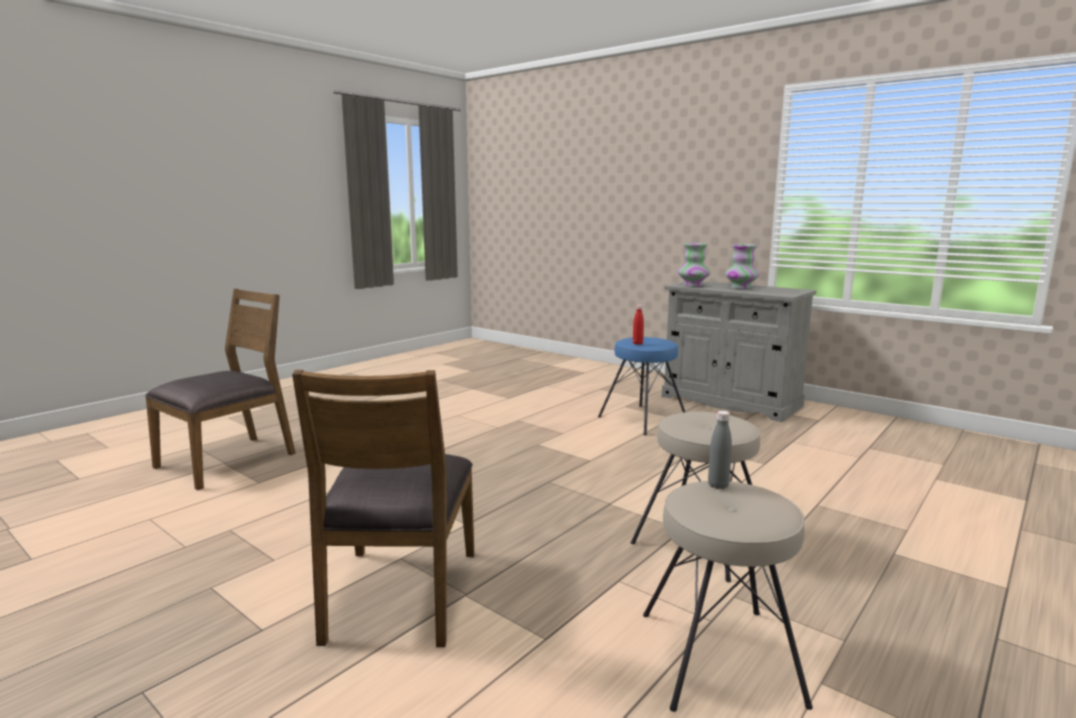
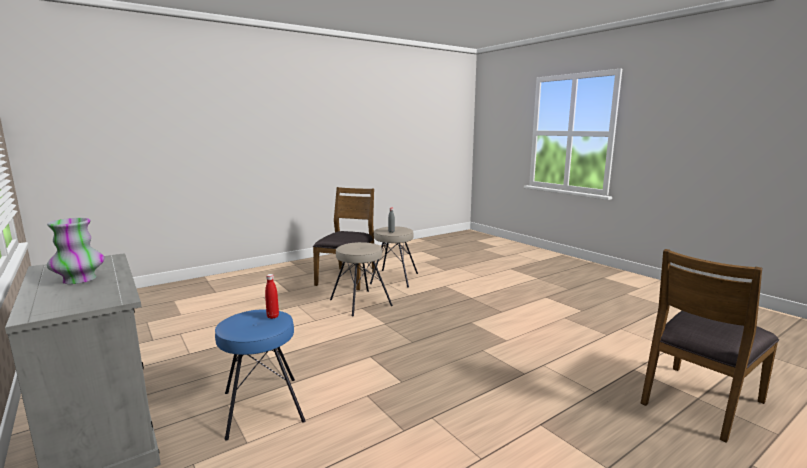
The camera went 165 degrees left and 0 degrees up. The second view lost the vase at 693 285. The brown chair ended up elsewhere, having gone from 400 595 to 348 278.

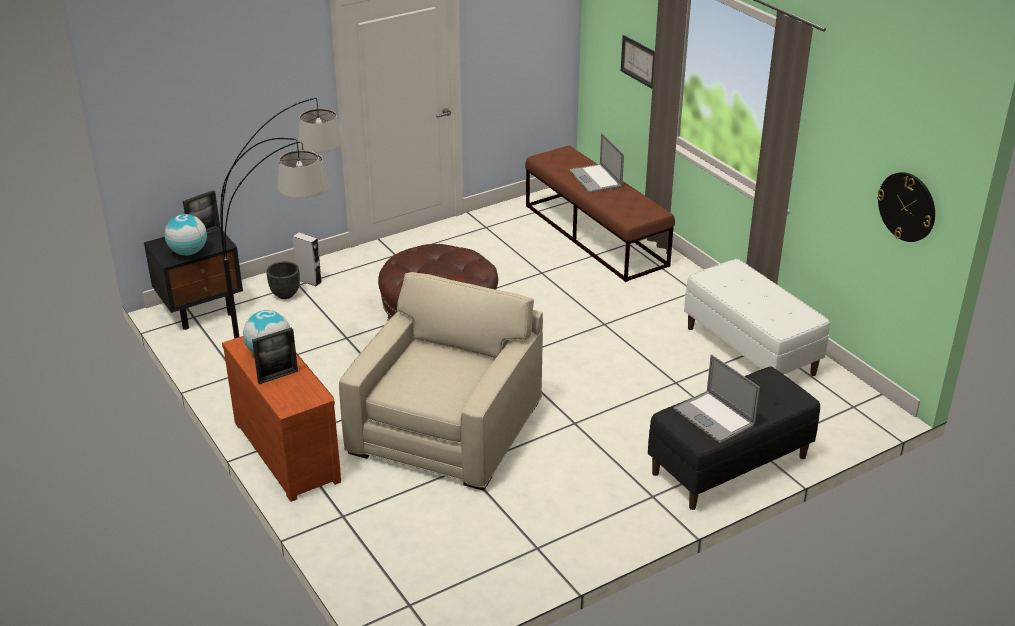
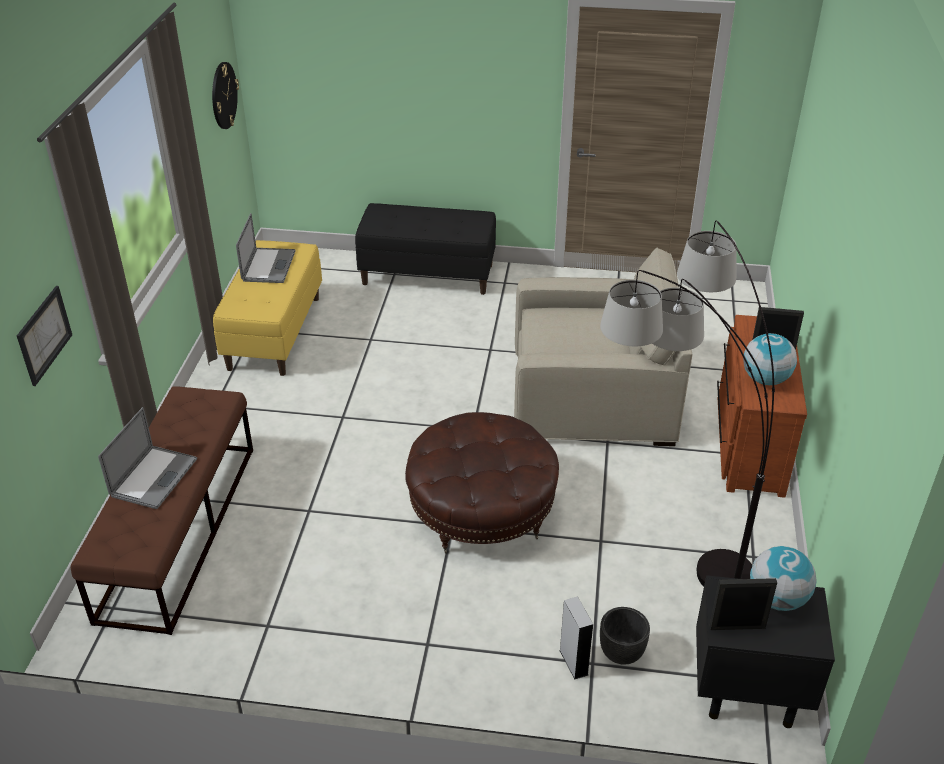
The camera went 140 degrees left and 5 degrees up. The laptop ended up elsewhere, having gone from 713 417 to 268 266. What was the white bench at 751 350 turned into the yellow bench at 274 332. The beige armchair at 446 427 ended up facing another way, 150 degrees counterclockwise from before.

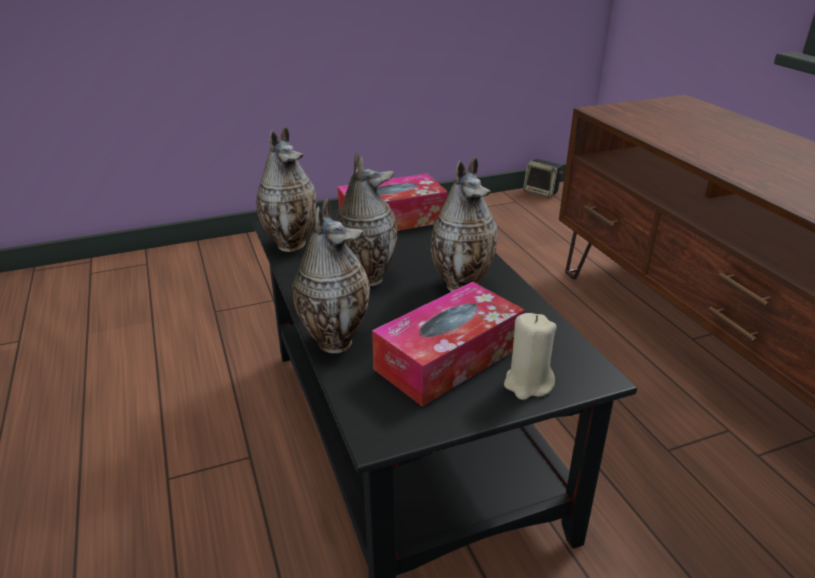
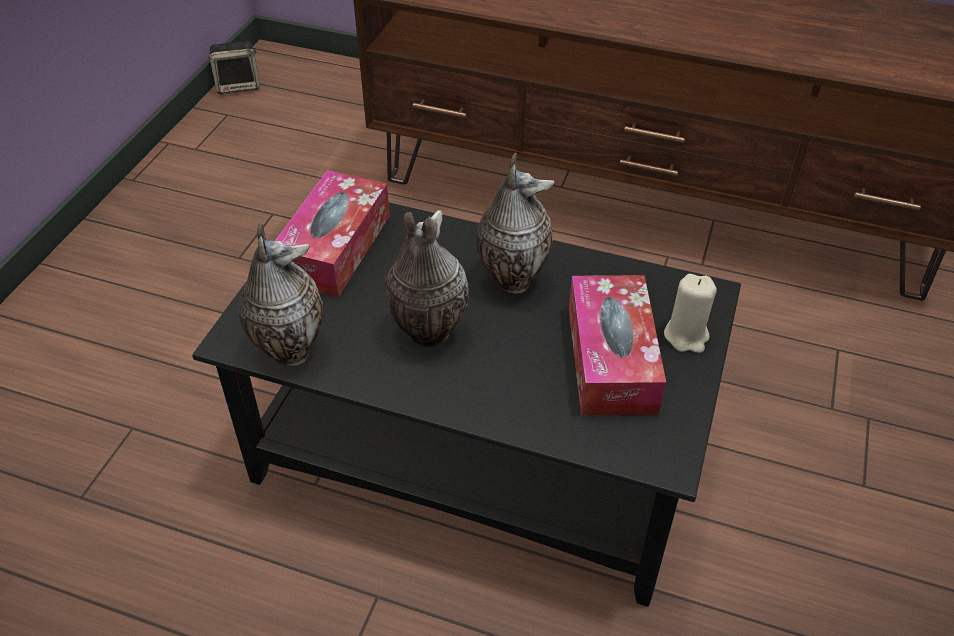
The camera went 50 degrees left and 15 degrees up. The second view lost the vase at 334 340.

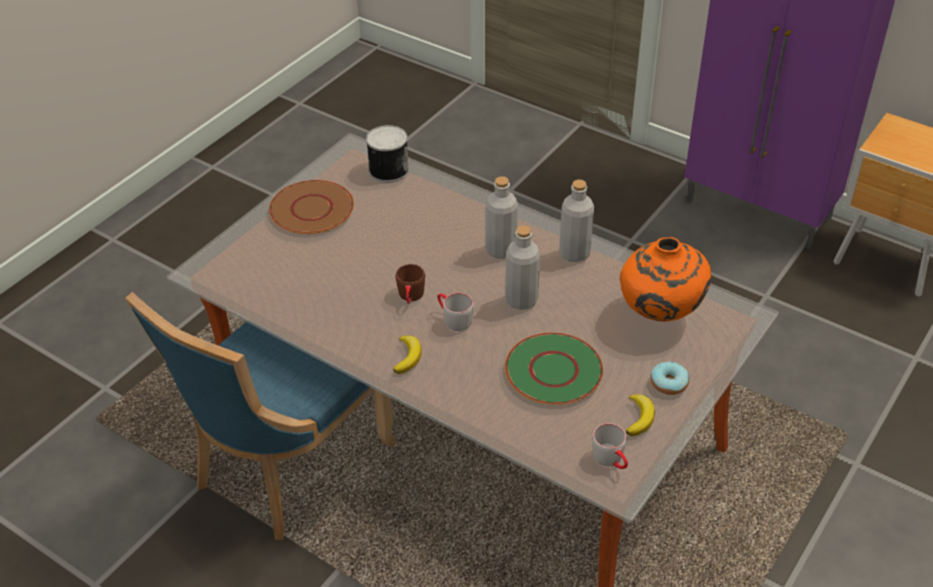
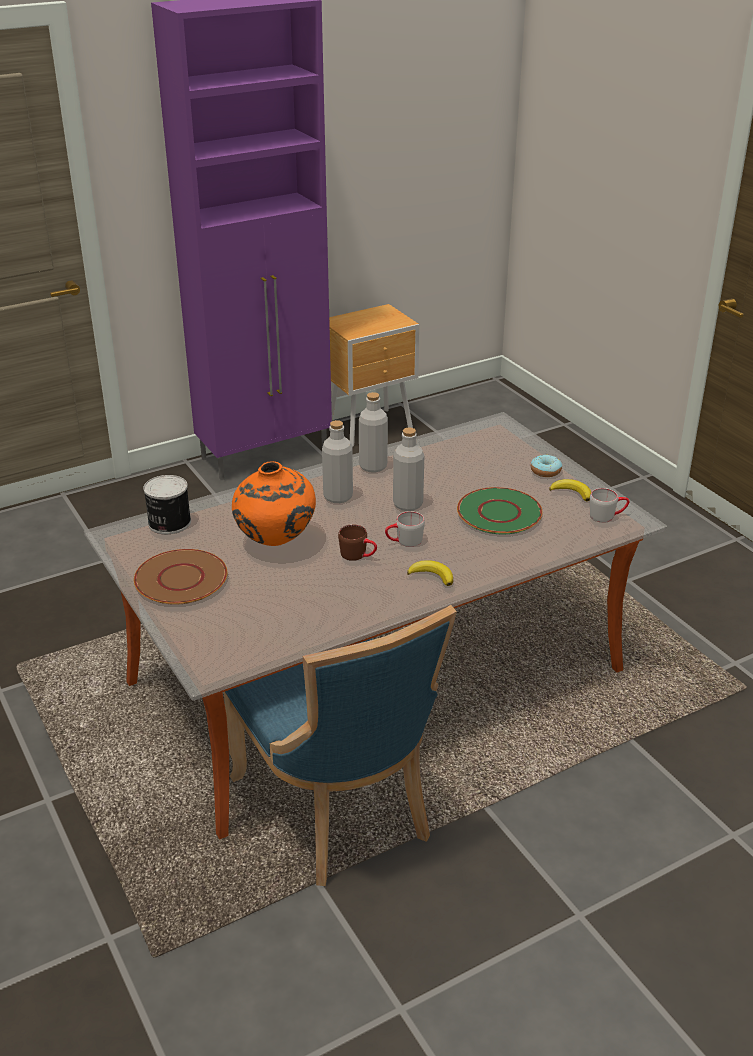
The camera went 65 degrees left and 10 degrees down. The orange vase ended up elsewhere, having gone from 659 315 to 276 543.

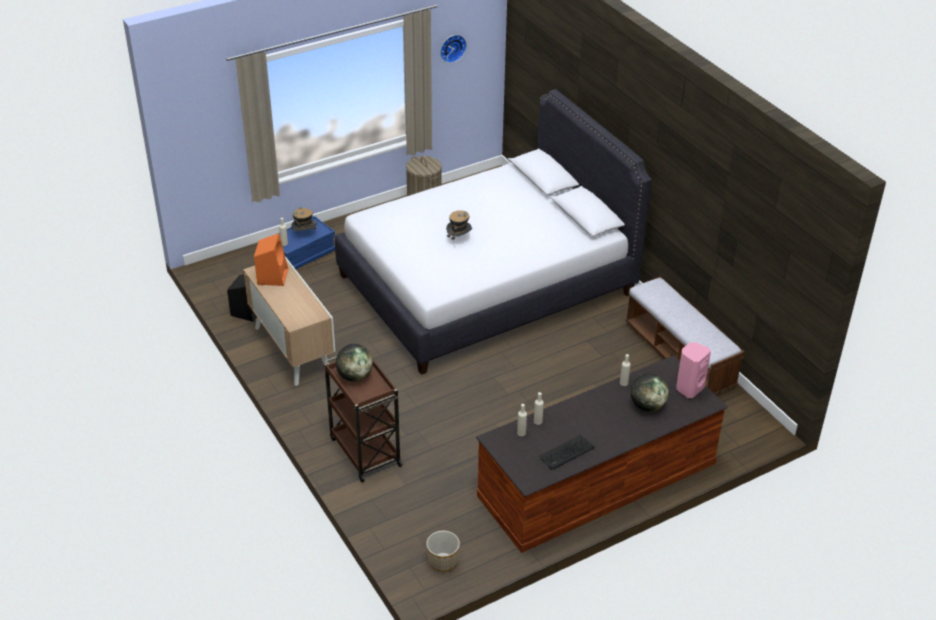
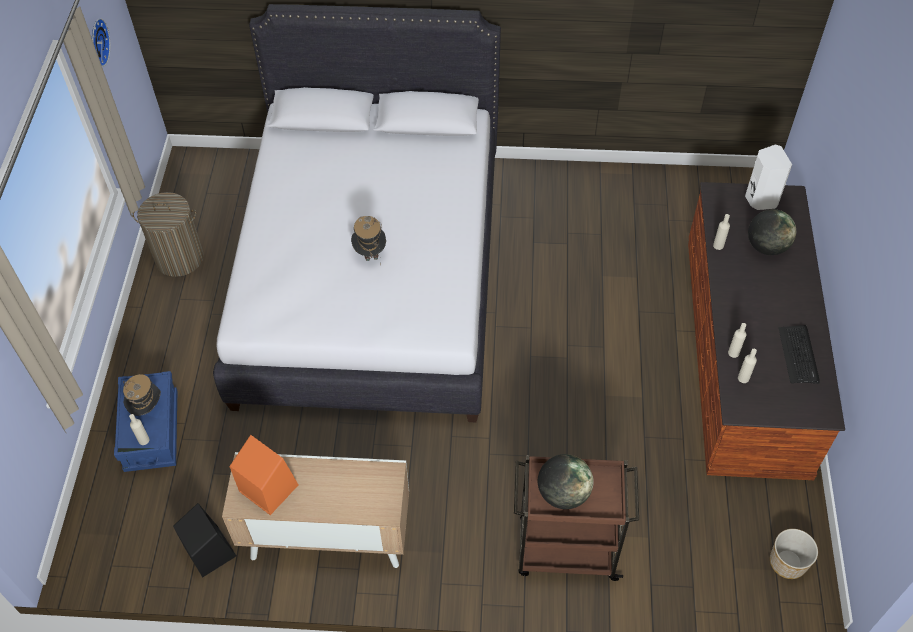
The camera went 55 degrees left and 15 degrees up. The second view lost the bench at 679 356. What was the pink speaker at 689 388 turned into the white speaker at 760 199.

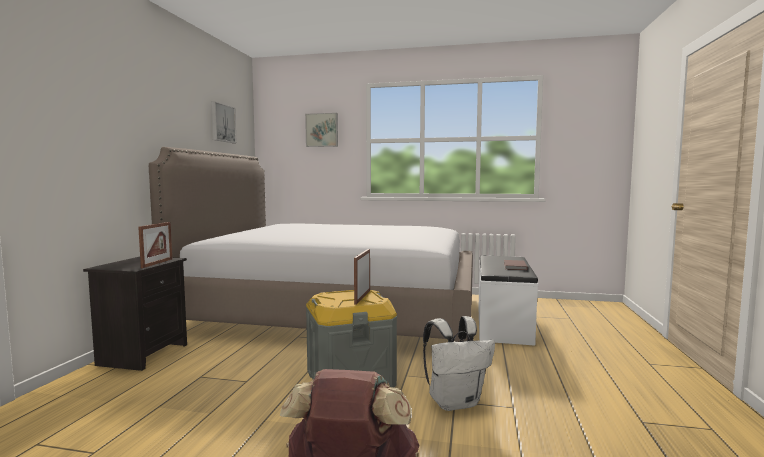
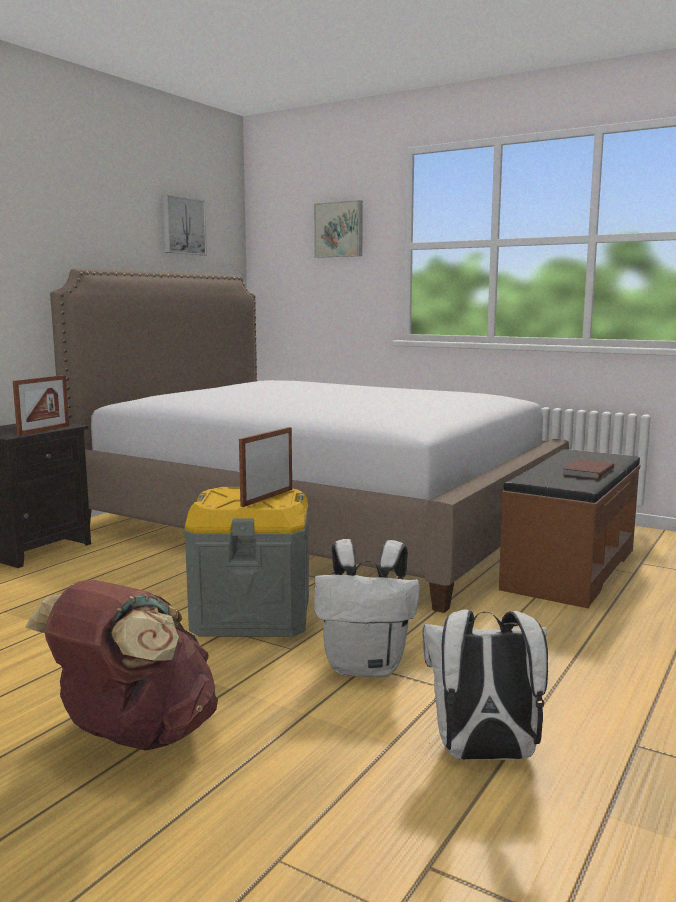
The camera went 20 degrees right and 5 degrees up. The second view gained the white backpack at 484 755. What was the white bench at 502 324 turned into the brown bench at 569 568.

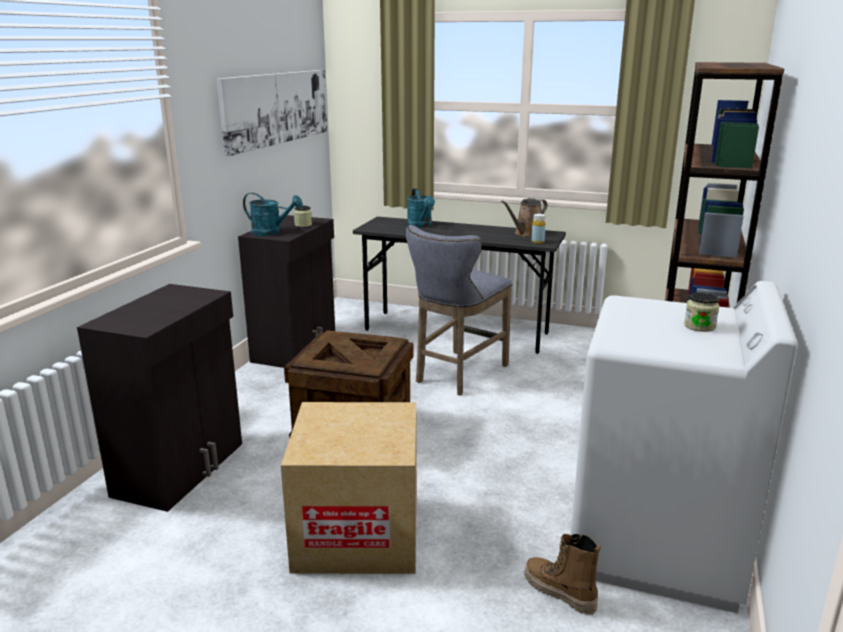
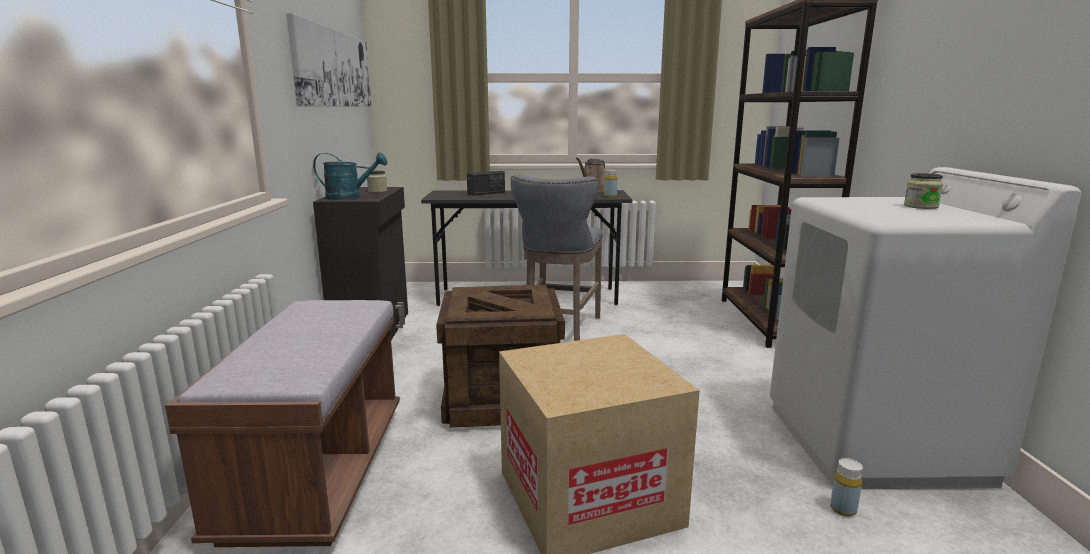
The camera went 20 degrees left and 5 degrees down. Where the black cabinet stood at 182 469, the brown bench came to stand at 317 472. Where the turquoise watering can stood at 421 226, the radio came to stand at 486 193. Where the boot stood at 559 593, the yellow bottle came to stand at 843 509.

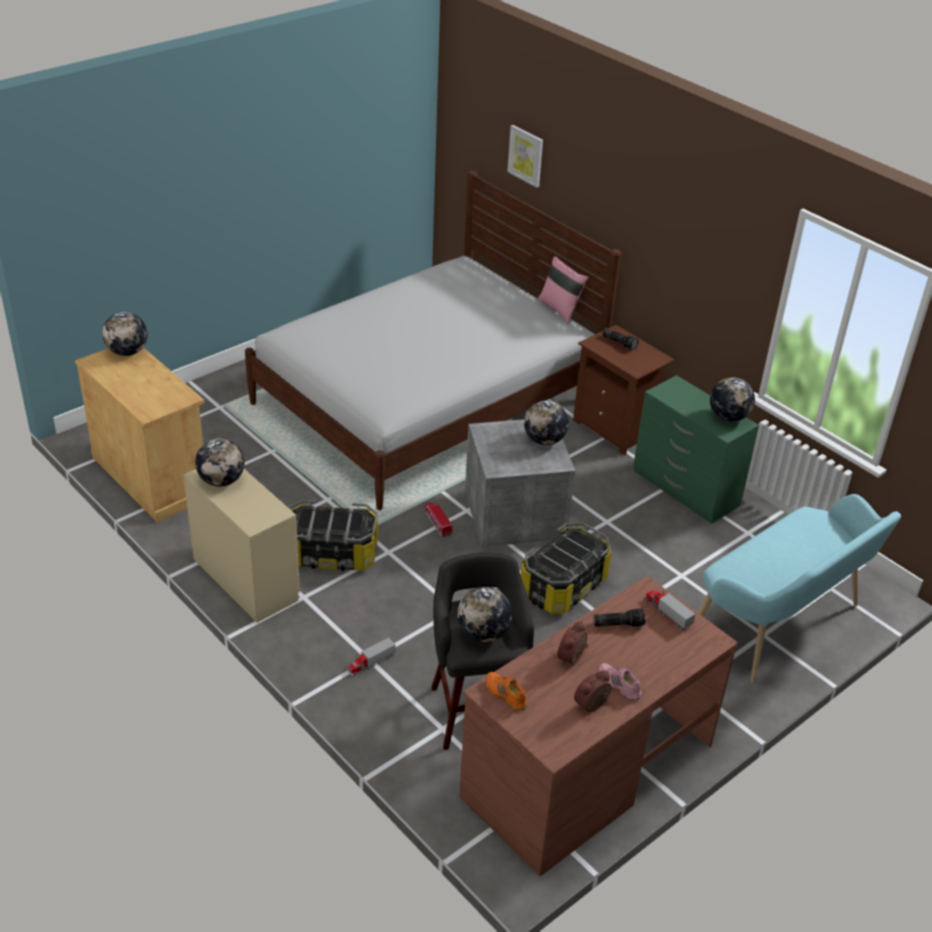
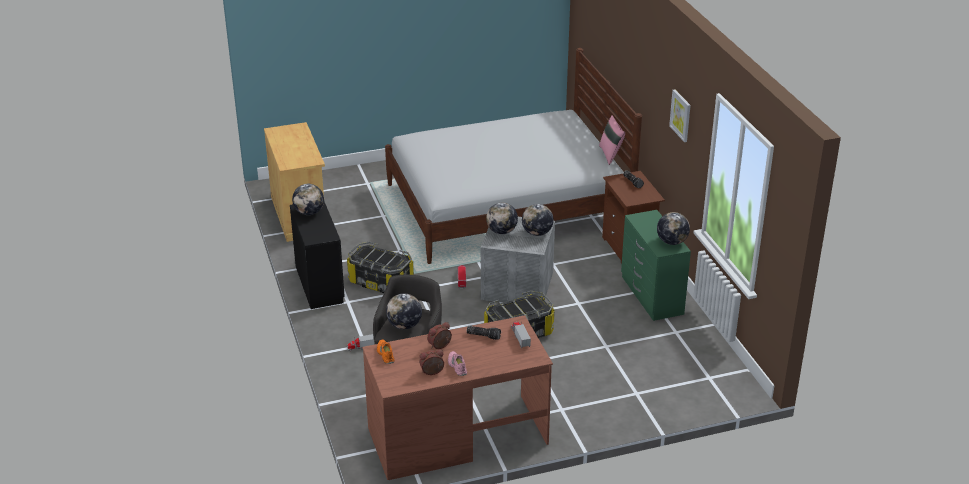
The camera went 25 degrees right and 5 degrees down. The second view lost the turquoise bench at 780 625. The globe ended up elsewhere, having gone from 127 352 to 502 231. The picture ended up elsewhere, having gone from 526 155 to 681 115. What was the beige dresser at 246 578 turned into the black dresser at 320 283.

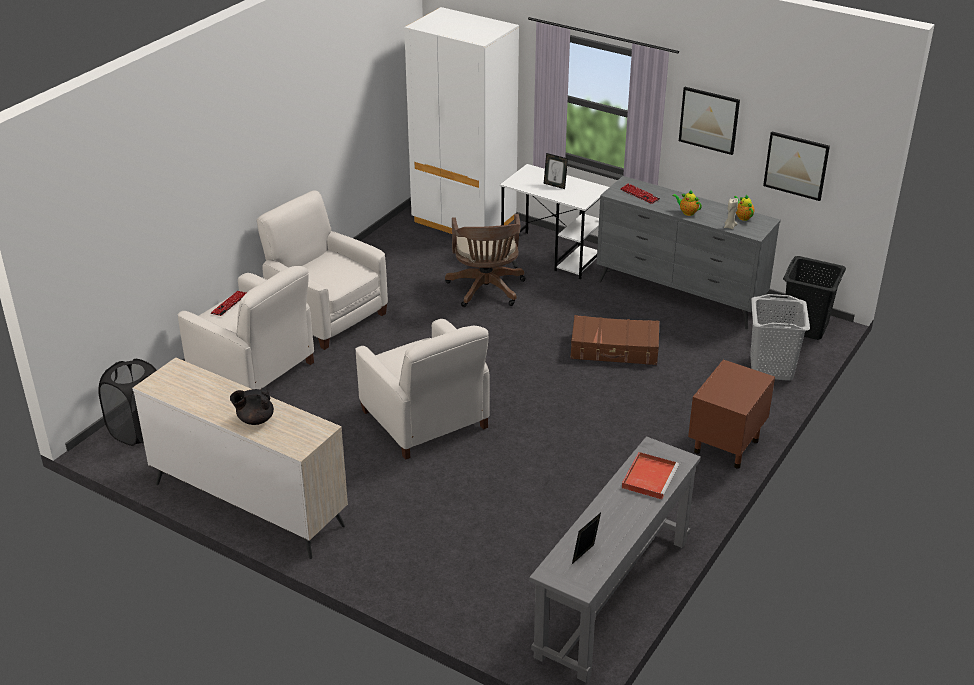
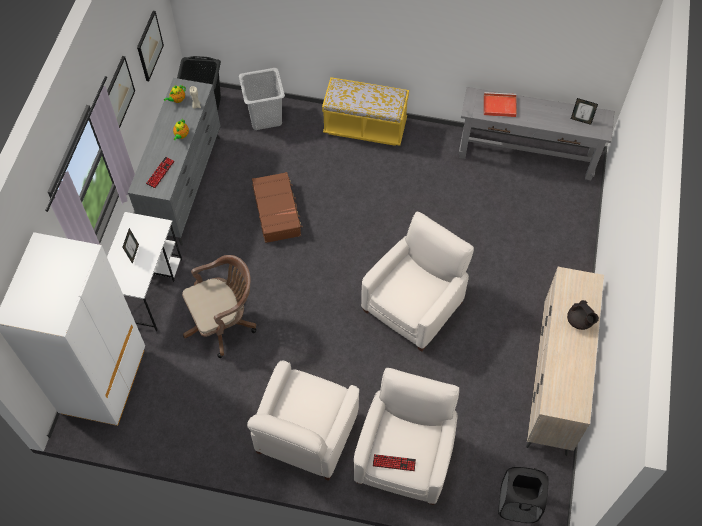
The camera went 110 degrees left and 25 degrees up. Where the brown nightstand stood at 726 447, the yellow bench came to stand at 365 127.

